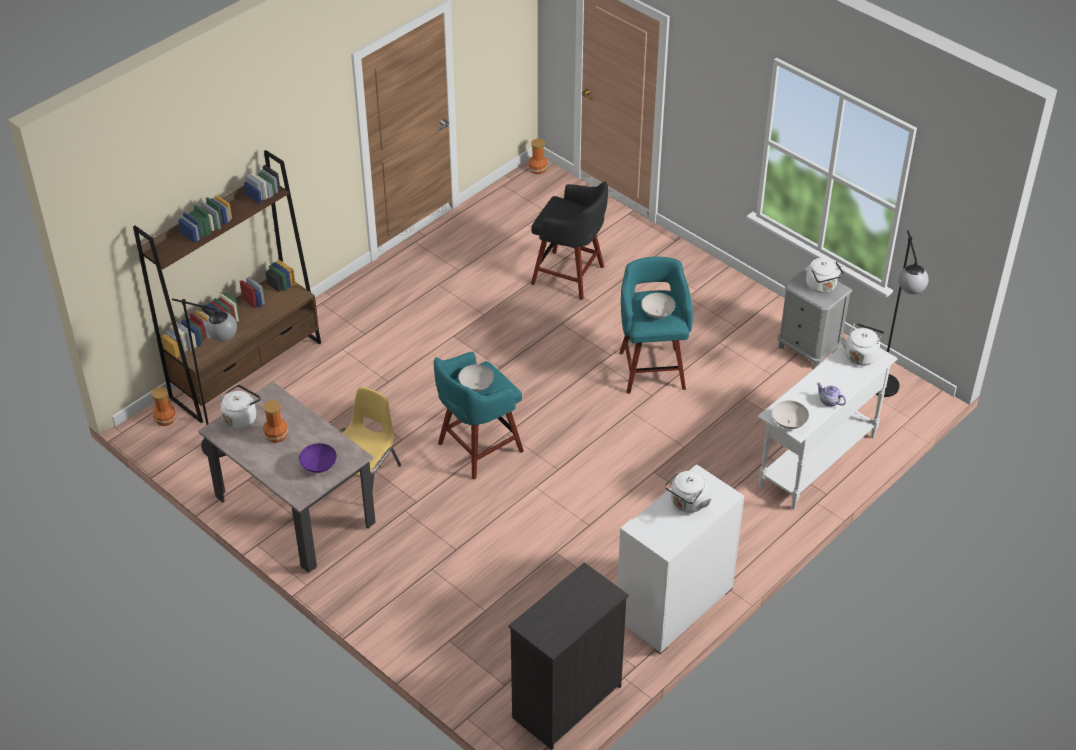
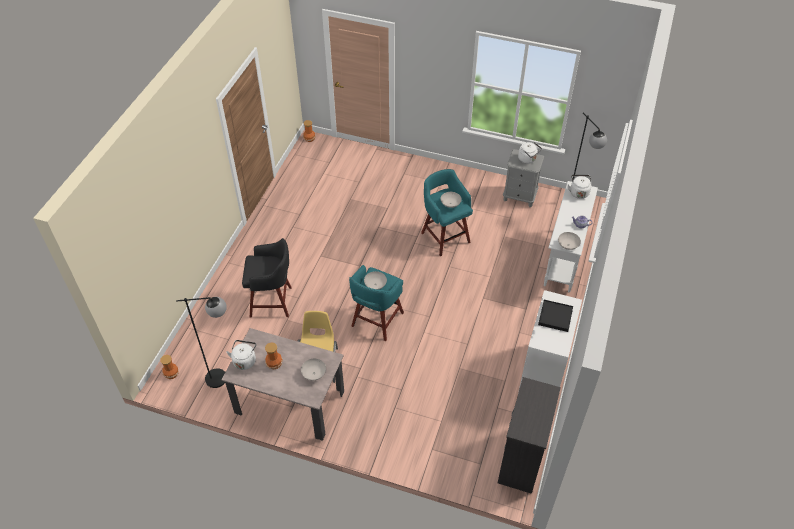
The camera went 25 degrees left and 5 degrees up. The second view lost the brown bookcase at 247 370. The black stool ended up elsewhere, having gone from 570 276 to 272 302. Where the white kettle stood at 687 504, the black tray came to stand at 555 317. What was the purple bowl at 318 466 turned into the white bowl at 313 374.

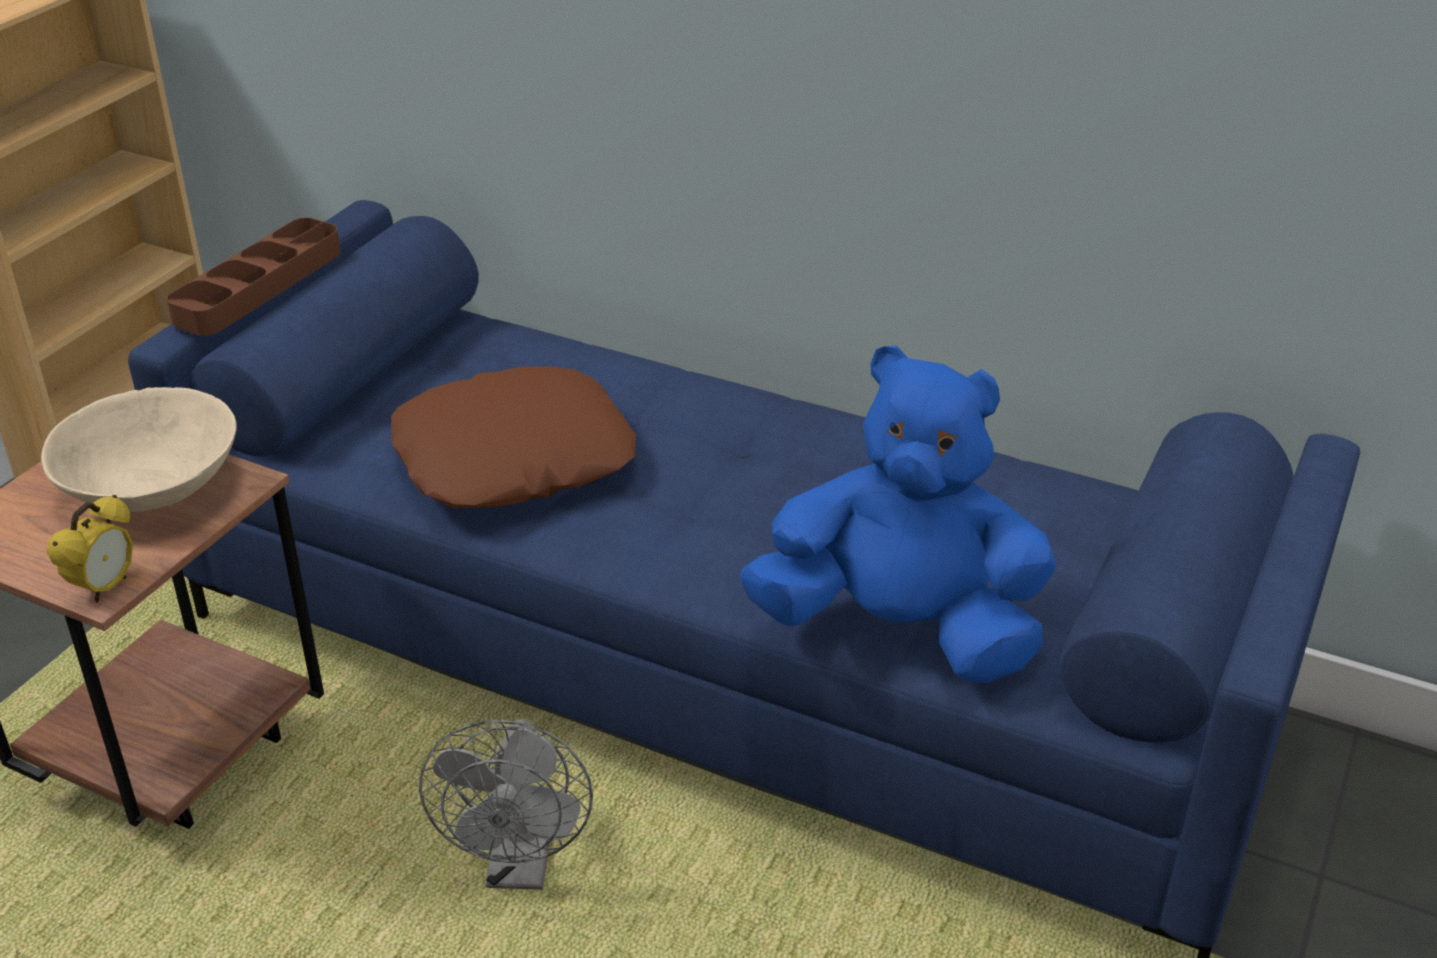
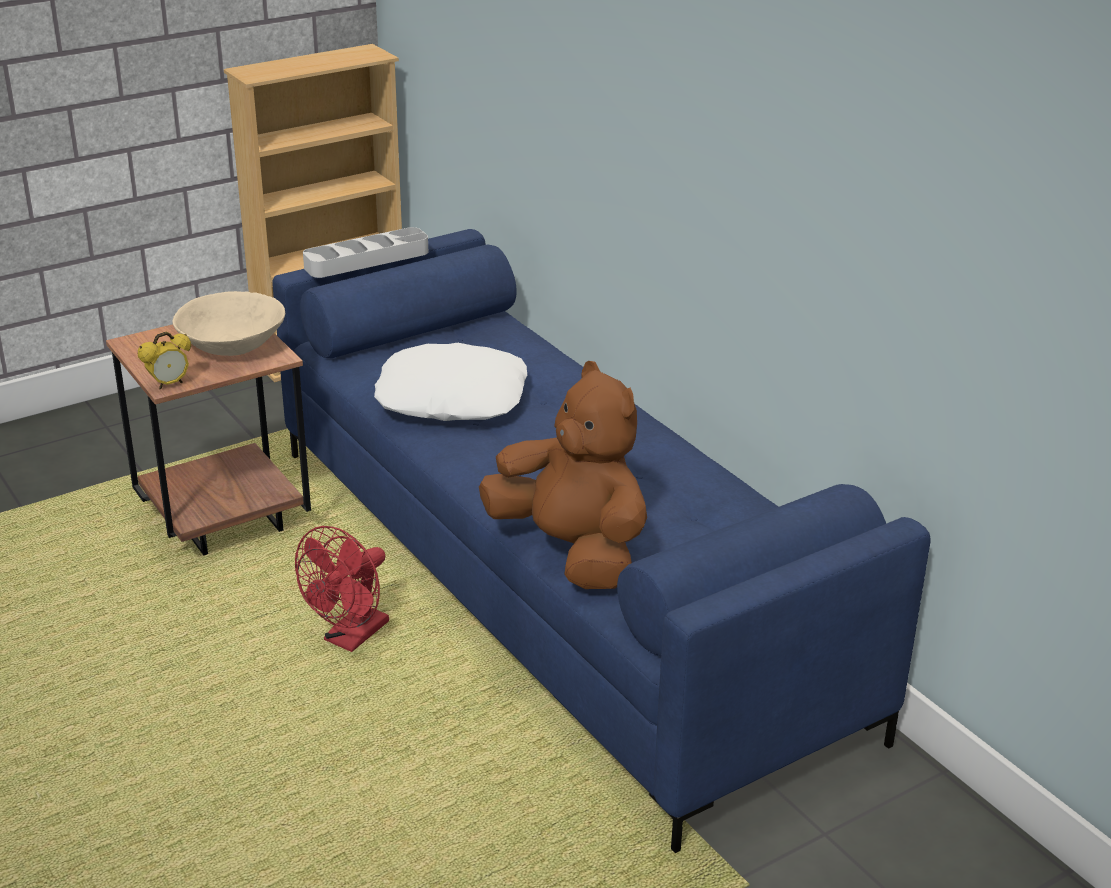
The camera went 30 degrees right and 5 degrees down. What was the brown tray at 259 286 turned into the grey tray at 367 259. What was the brown pillow at 513 457 turned into the white pillow at 452 397. What was the grey fan at 520 868 turned into the red fan at 350 638. What was the blue plush toy at 900 631 turned into the brown plush toy at 572 551.

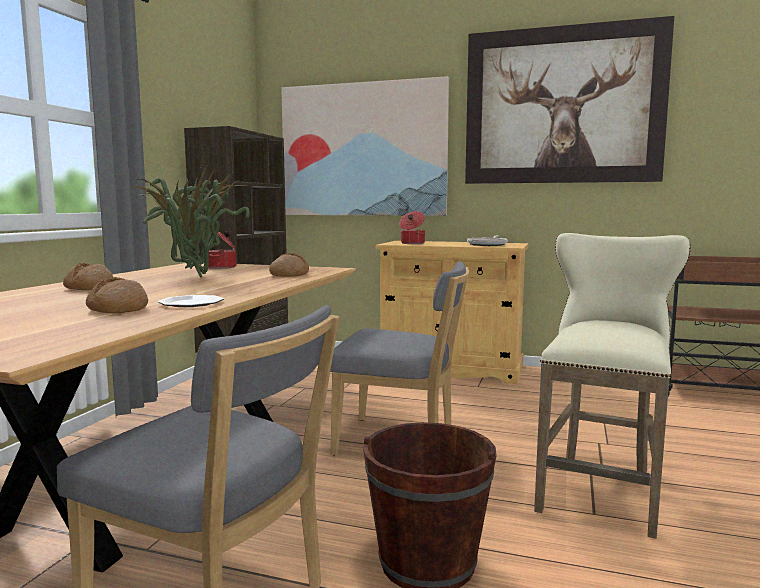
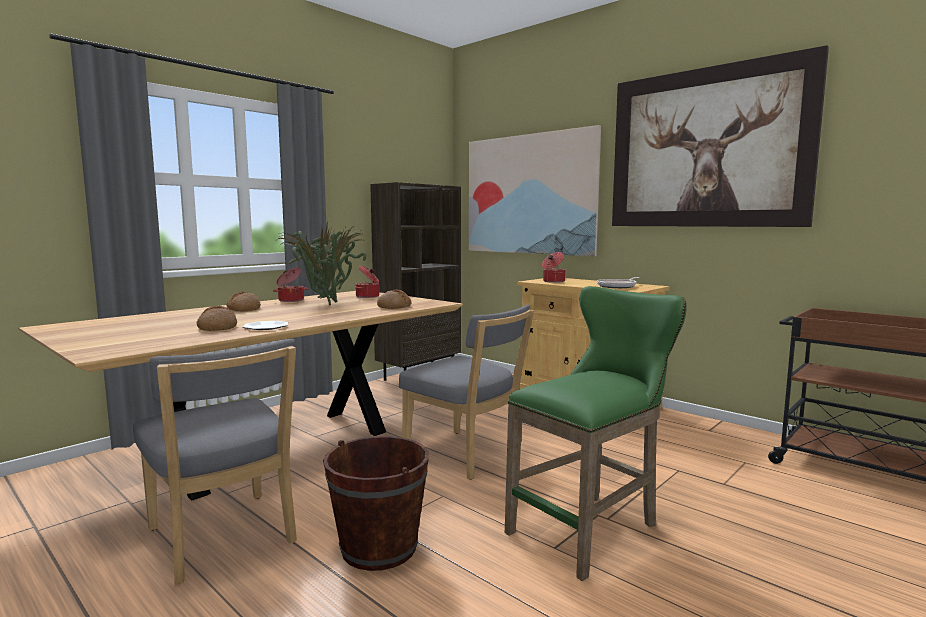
The camera went 25 degrees right and 0 degrees up. The second view gained the cooking pot at 291 300. What was the beige stool at 601 487 turned into the green stool at 591 528.

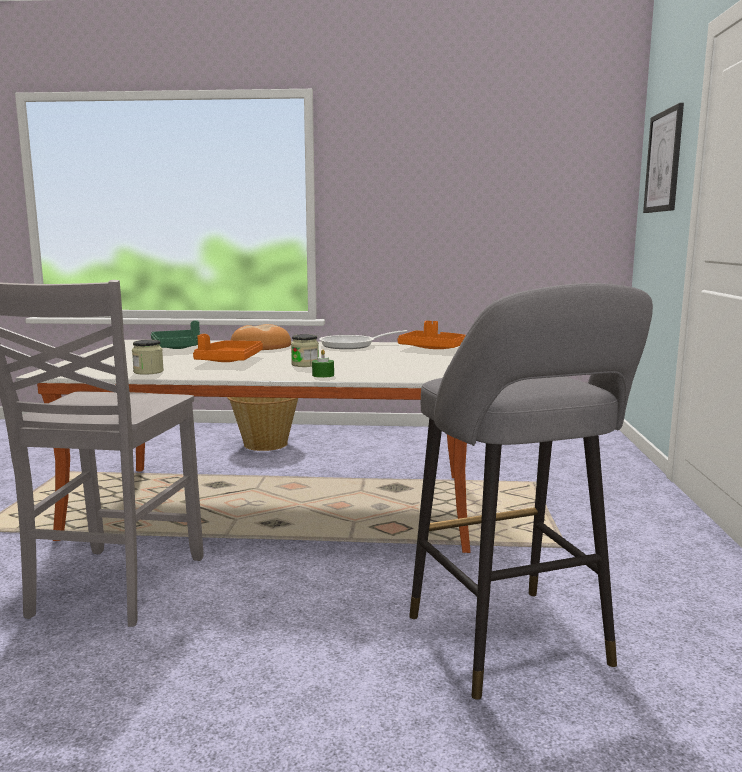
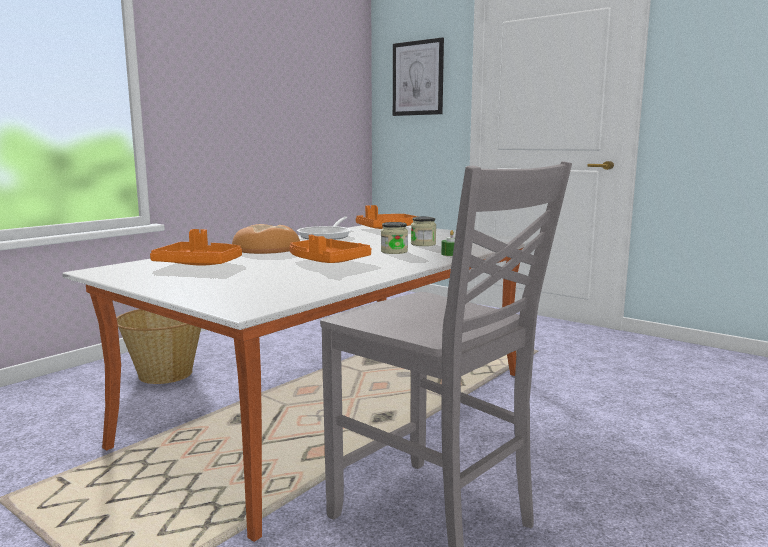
The camera went 55 degrees left and 0 degrees up. The second view lost the grey stool at 514 646. The jar ended up elsewhere, having gone from 148 372 to 423 244. What was the green tray at 178 348 turned into the orange tray at 199 264.

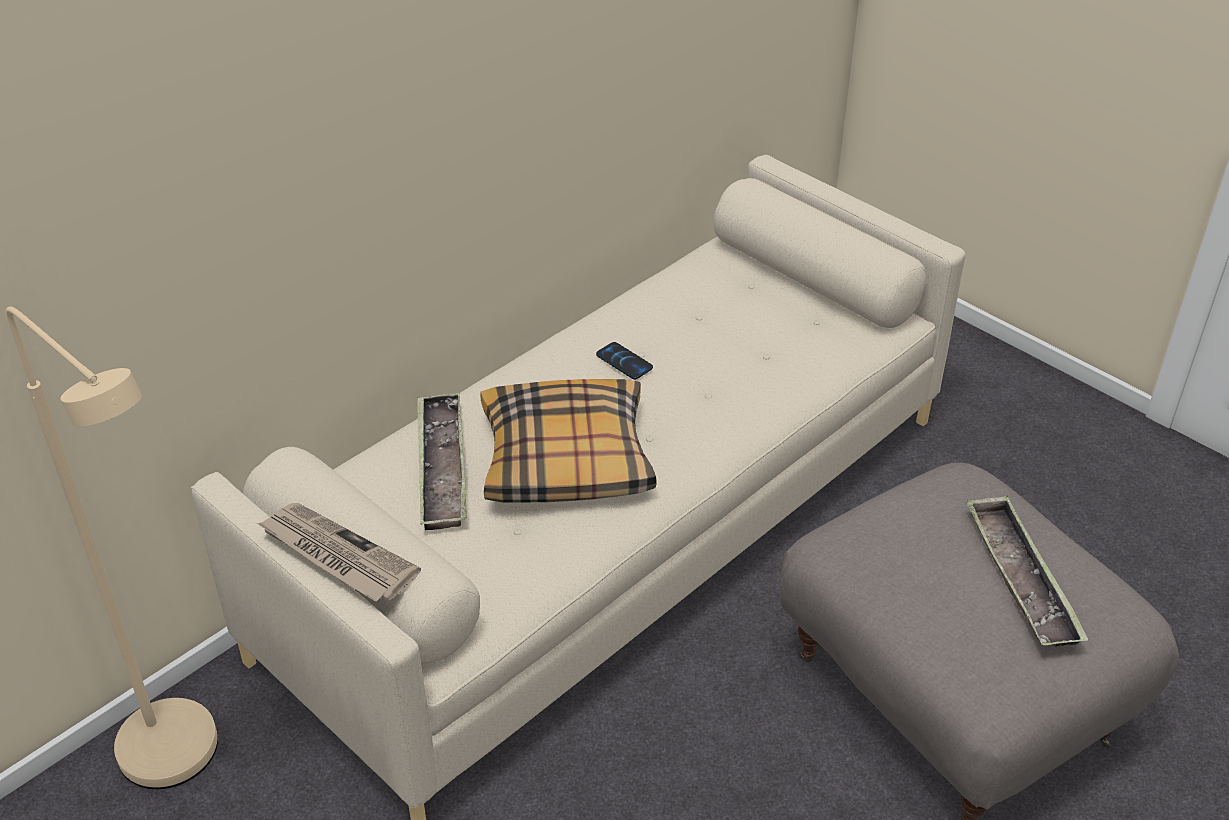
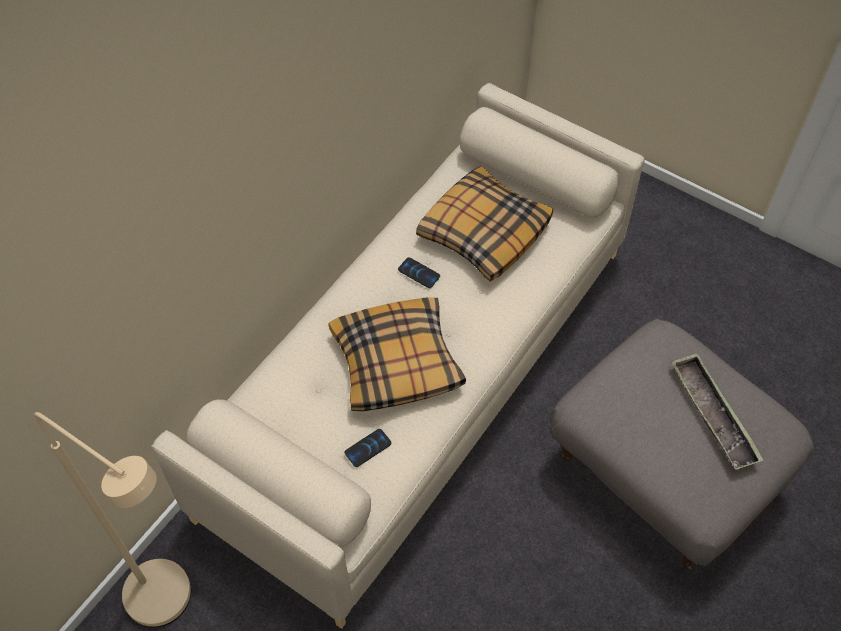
The camera went 10 degrees left and 15 degrees up. The second view lost the newspaper at 336 555. The second view lost the tray at 442 467. The second view gained the phone at 368 448. The second view gained the pillow at 483 232.

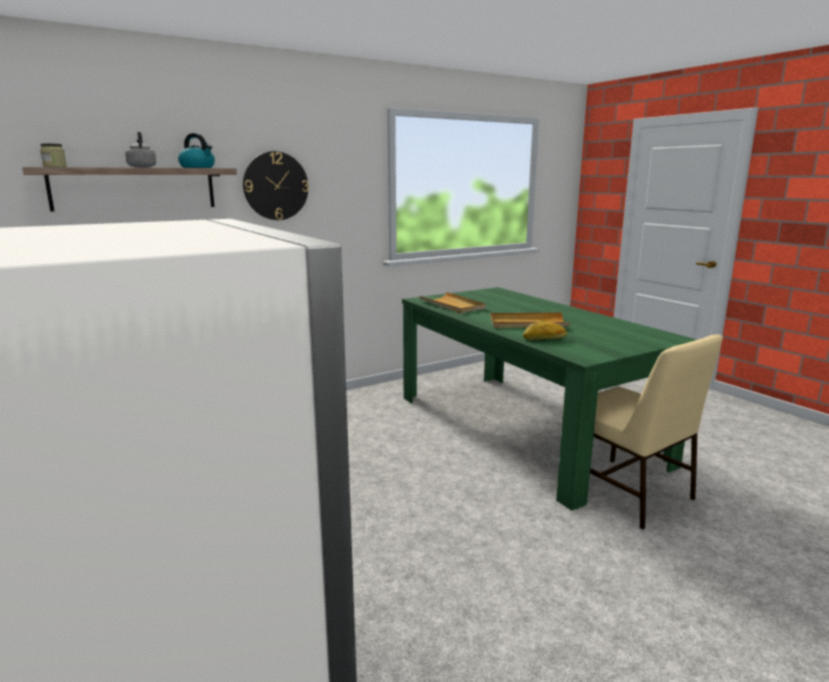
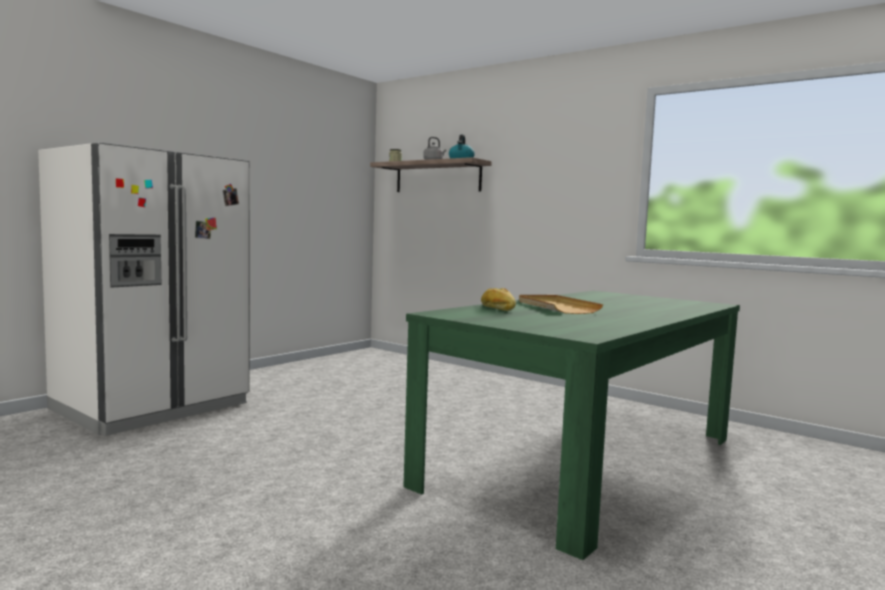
The camera went 70 degrees right and 10 degrees down. The second view lost the wall clock at 276 186. The second view lost the beige tray at 452 305. The second view lost the beige chair at 627 493.

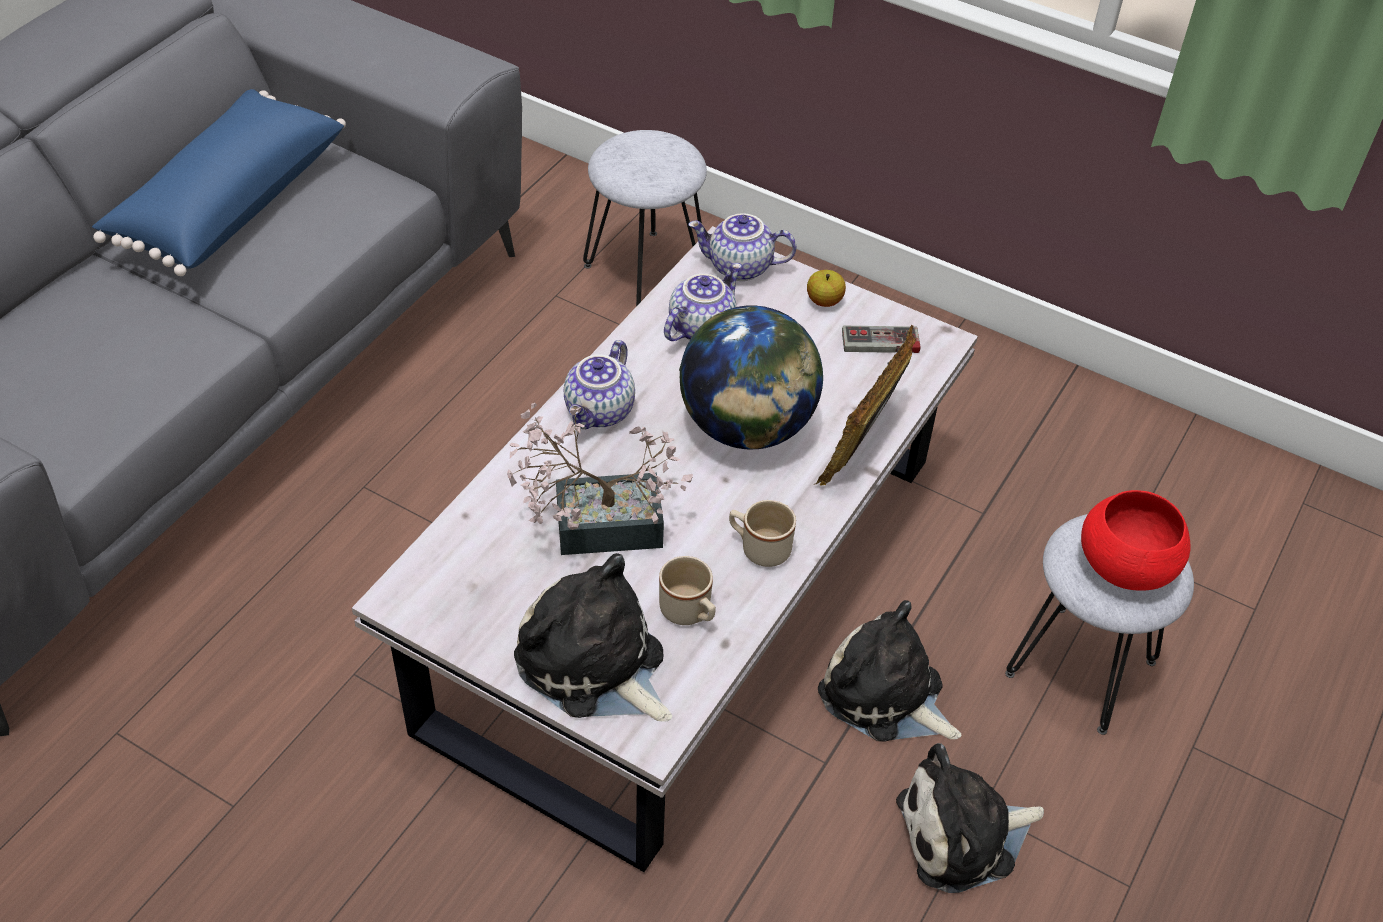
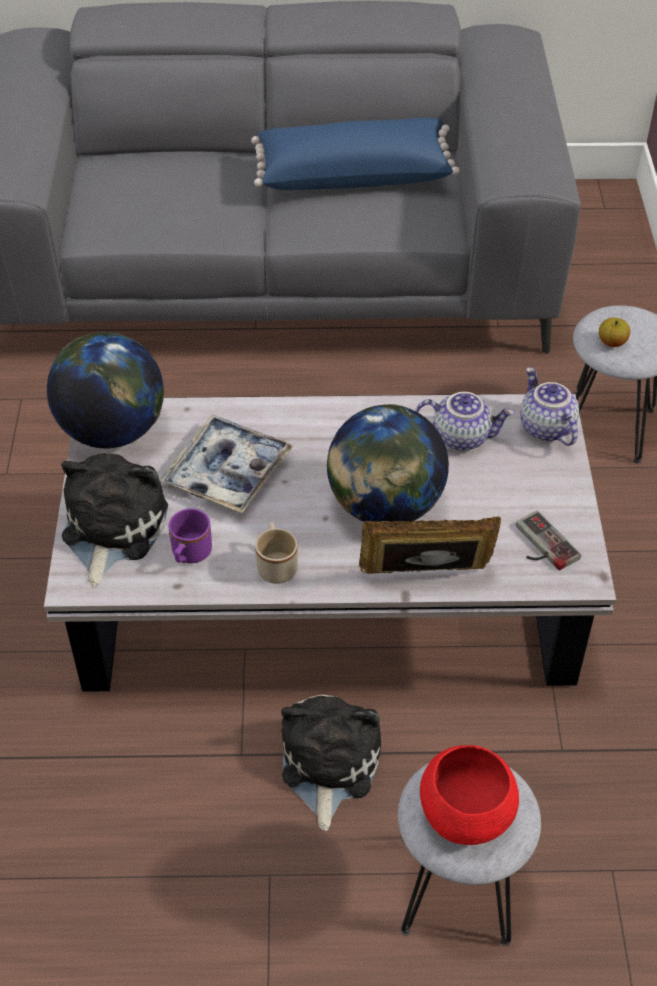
The camera went 60 degrees right and 0 degrees up. The second view lost the teapot at 601 412. The second view lost the plush toy at 963 835. The second view gained the globe at 113 431. The apple ended up elsewhere, having gone from 824 301 to 612 342. Where the potted plant stood at 594 525, the tray came to stand at 228 472. What was the beige mug at 689 613 turned into the purple mug at 189 555.

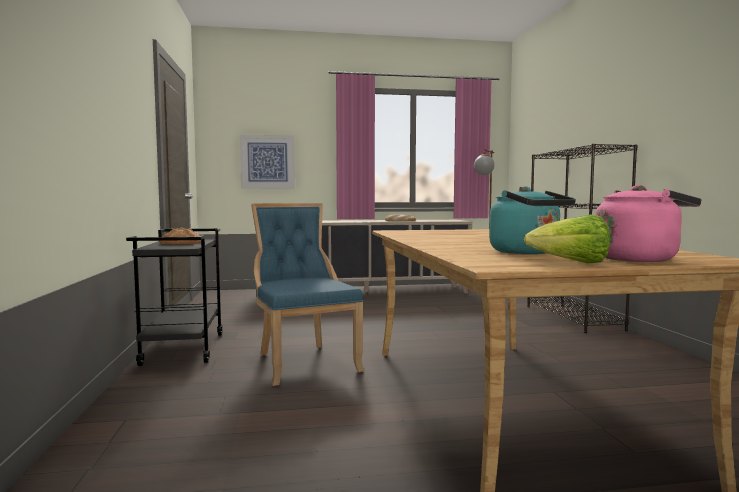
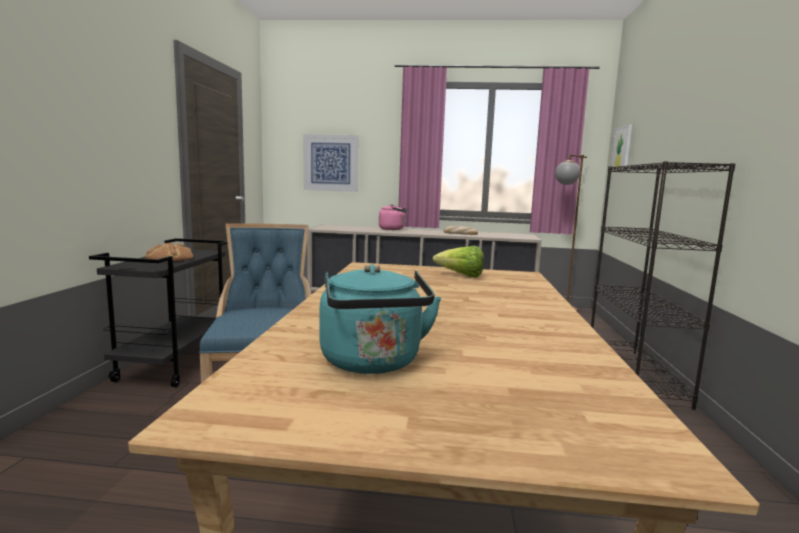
The camera went 15 degrees right and 5 degrees up. The second view gained the picture at 622 147. The lettuce ended up elsewhere, having gone from 571 263 to 461 276. The pink kettle ended up elsewhere, having gone from 639 259 to 393 229.

